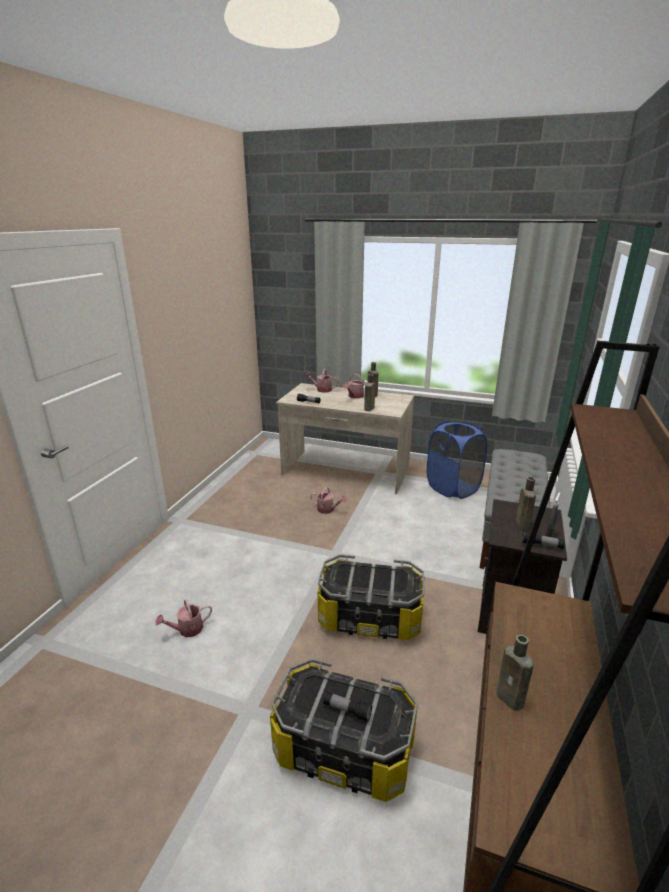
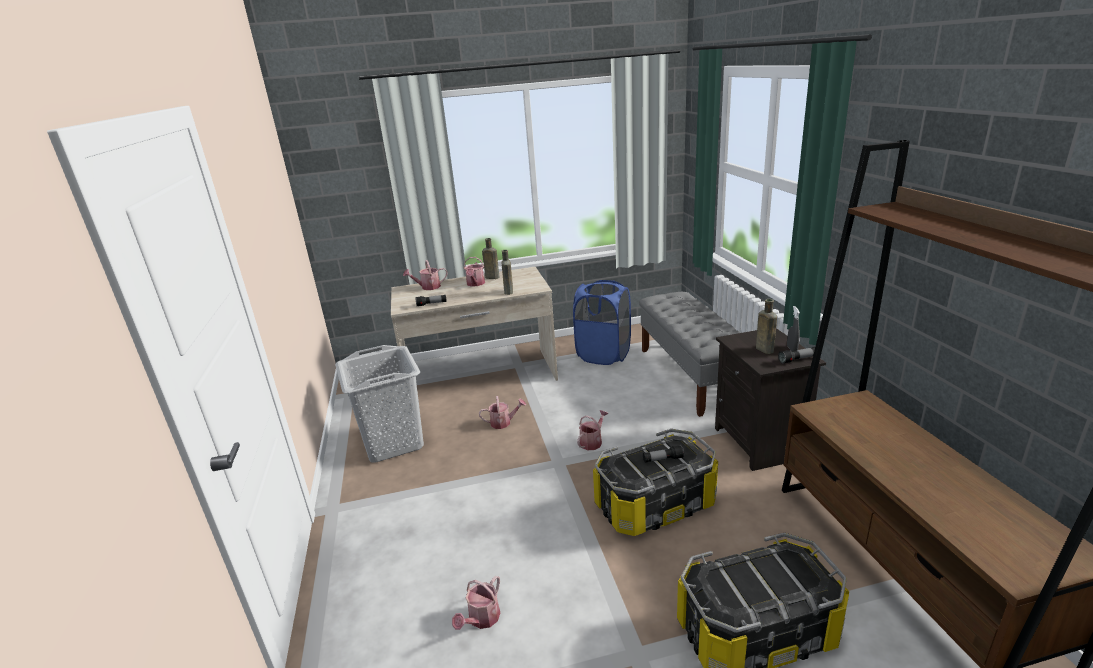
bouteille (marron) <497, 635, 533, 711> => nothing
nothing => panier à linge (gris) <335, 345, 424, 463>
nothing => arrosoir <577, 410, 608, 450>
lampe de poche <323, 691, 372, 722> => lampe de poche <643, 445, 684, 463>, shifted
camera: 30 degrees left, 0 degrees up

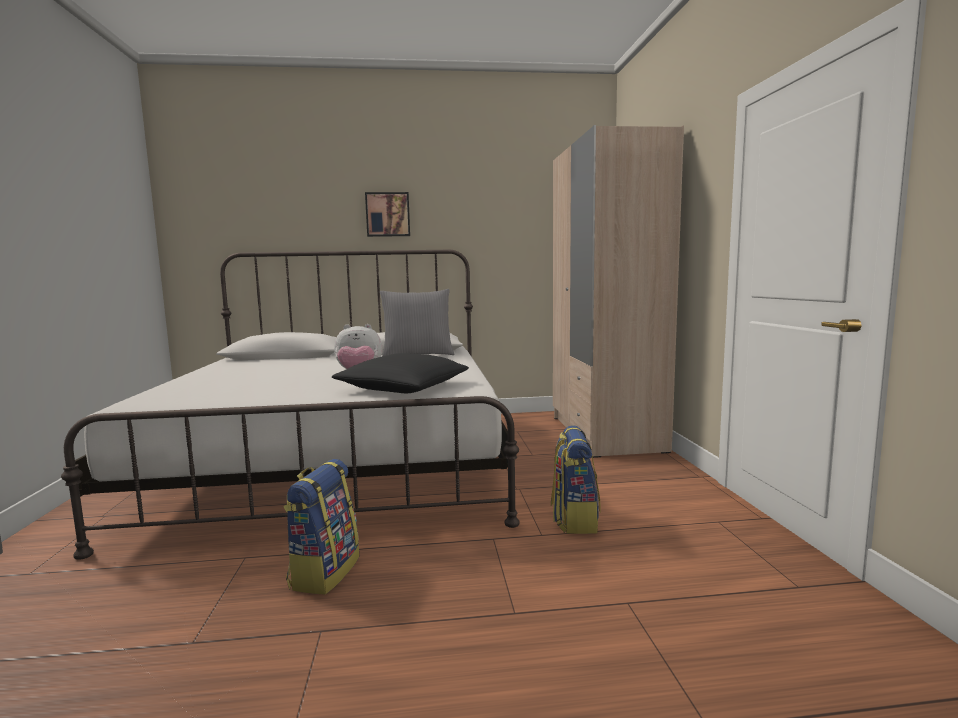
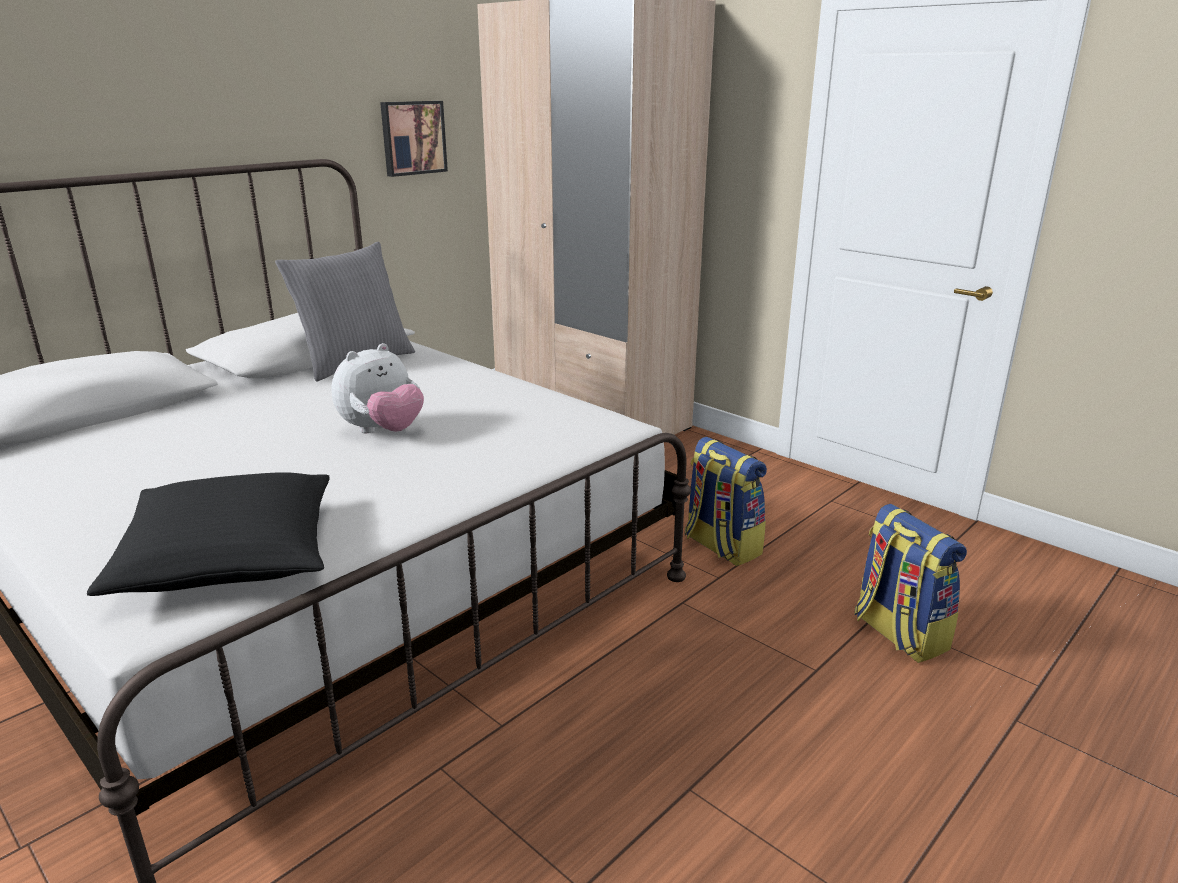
sac à dos <284, 459, 359, 595> => sac à dos <854, 504, 967, 663>, shifted
coussin (noir) <332, 353, 469, 393> => coussin (noir) <87, 472, 330, 596>, shifted
tableau <365, 192, 410, 237> => tableau <380, 101, 448, 177>, shifted
camera: 40 degrees left, 15 degrees up

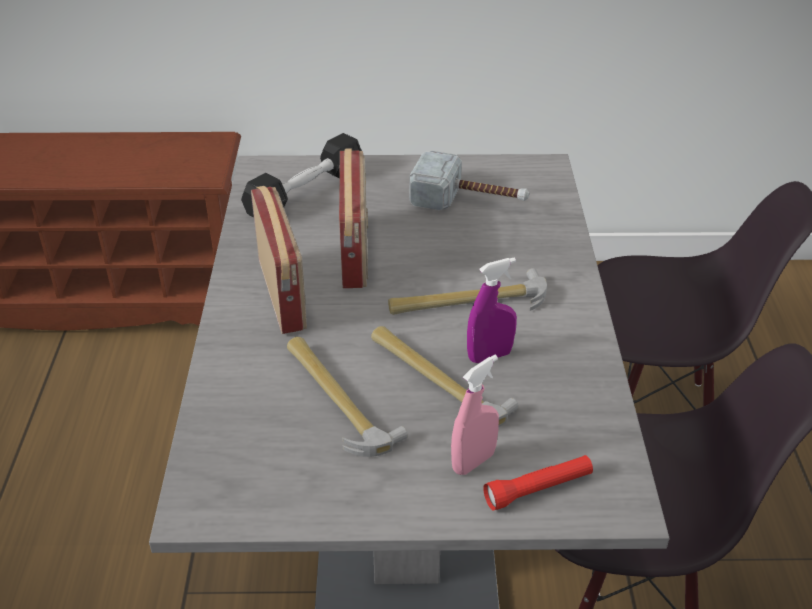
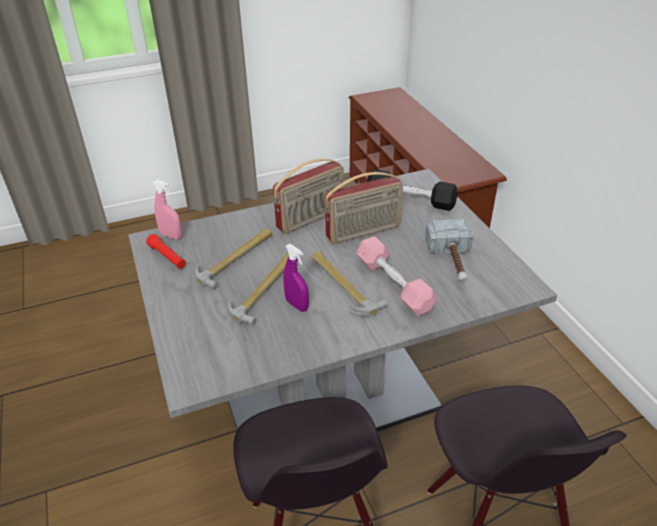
nothing => haltère (rose) <357, 236, 437, 316>
vaporisateur (rose) <451, 355, 499, 475> => vaporisateur (rose) <152, 179, 182, 239>, shifted
lampe de poche (rouge) <483, 455, 593, 511> => lampe de poche (rouge) <146, 234, 186, 269>, shifted
camera: 70 degrees right, 0 degrees up

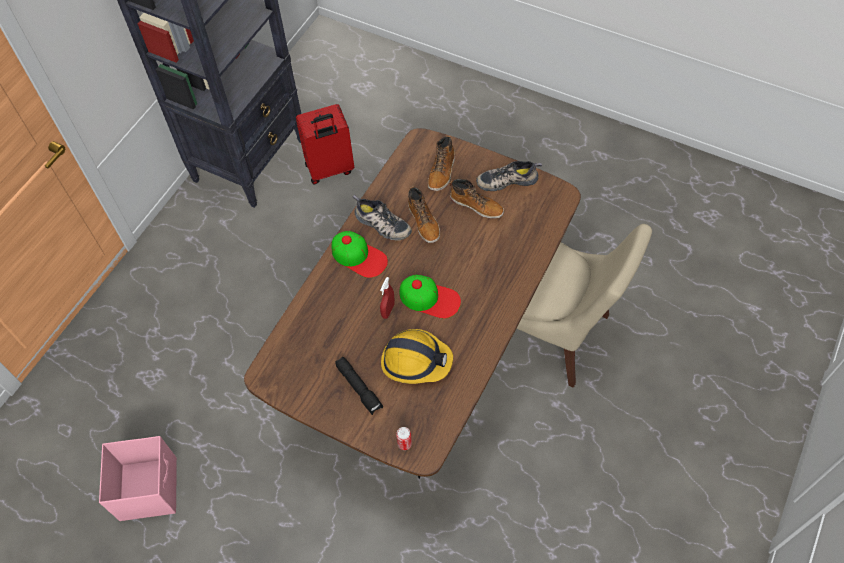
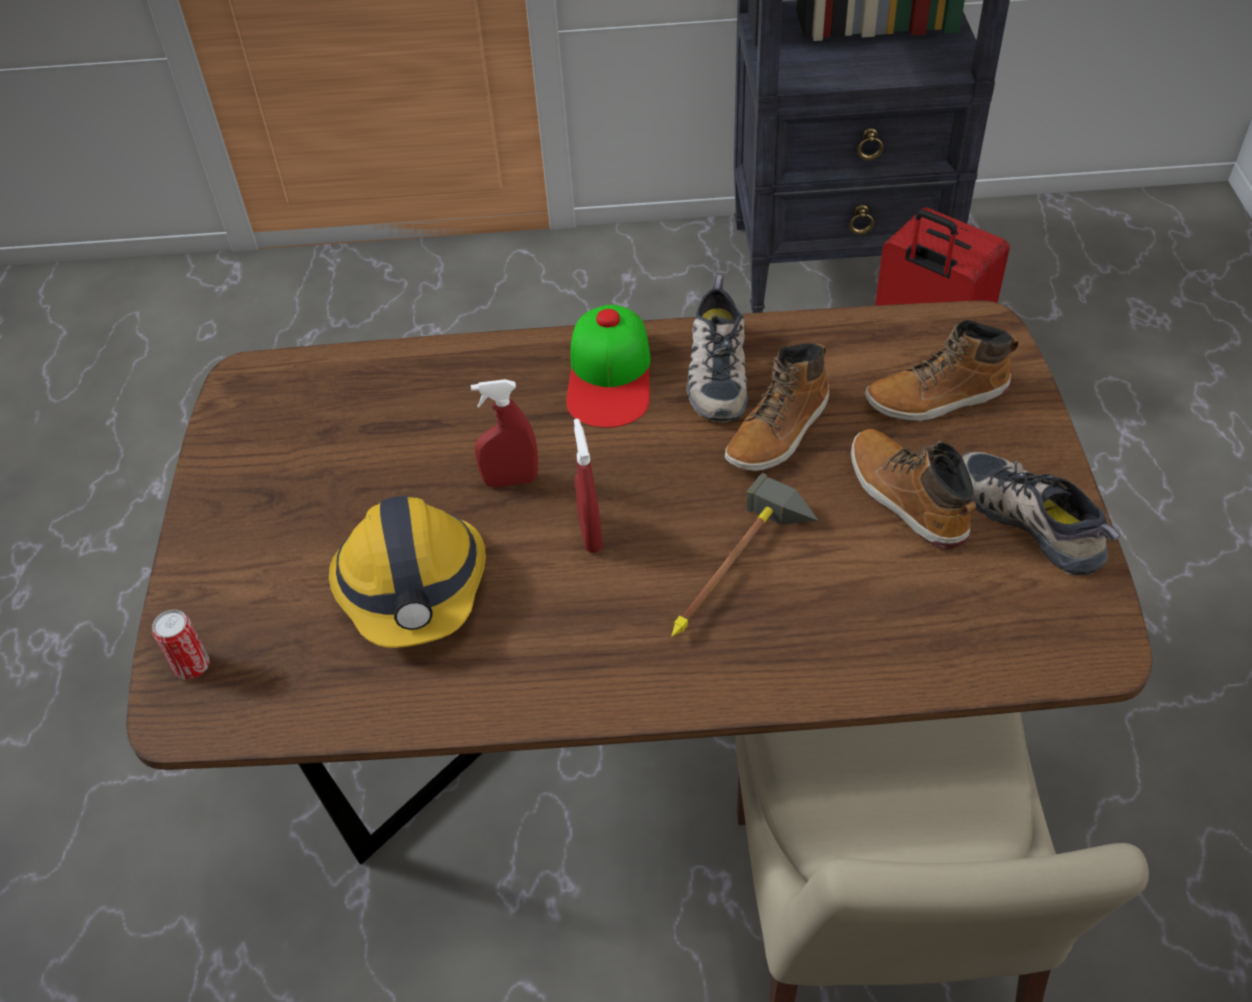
boîte de rangement (rose) <99, 436, 177, 521> => nothing
lampe de poche (noir) <335, 357, 383, 415> => nothing
nothing => marteau <671, 473, 819, 637>
casquette <399, 275, 461, 318> => vaporisateur (rouge) <574, 418, 603, 553>
botte <449, 179, 504, 219> => botte <851, 429, 976, 549>, 150 degrees clockwise
camera: 60 degrees right, 10 degrees down

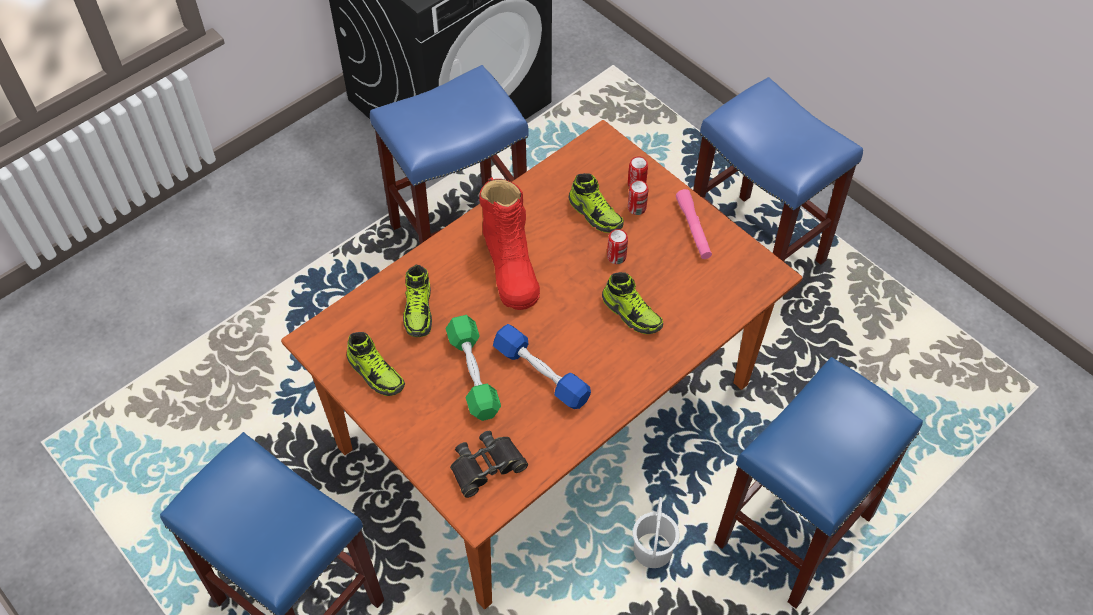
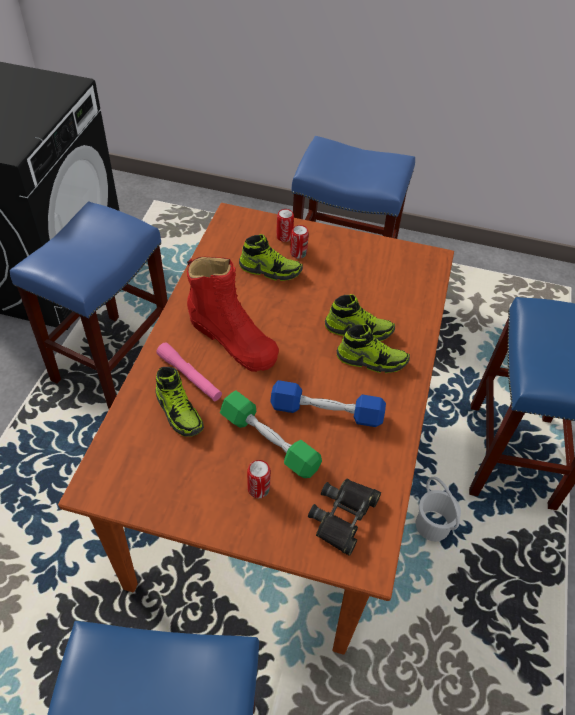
chaussure <346, 332, 405, 396> => chaussure <337, 324, 410, 373>, shifted
boîte métallique <607, 229, 628, 264> => boîte métallique <247, 460, 271, 498>, shifted
lampe de poche (rose) <676, 189, 712, 259> => lampe de poche (rose) <156, 342, 222, 401>, shifted
camera: 35 degrees left, 5 degrees down

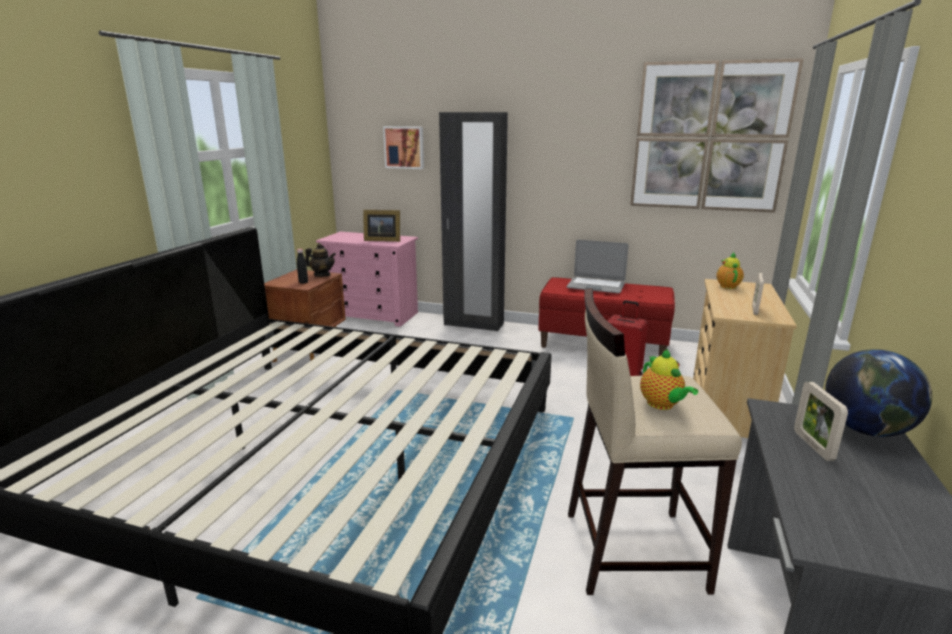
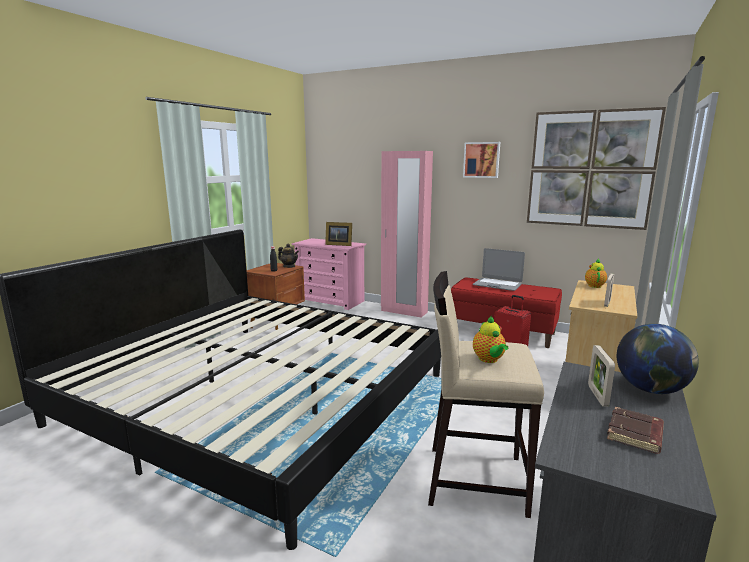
nothing => livre (marron) <607, 407, 664, 454>
tableau <383, 126, 424, 169> => tableau <463, 142, 500, 178>, shifted
armoire (noir) <439, 112, 508, 331> => armoire (rose) <381, 151, 433, 318>
camera: 10 degrees right, 5 degrees down

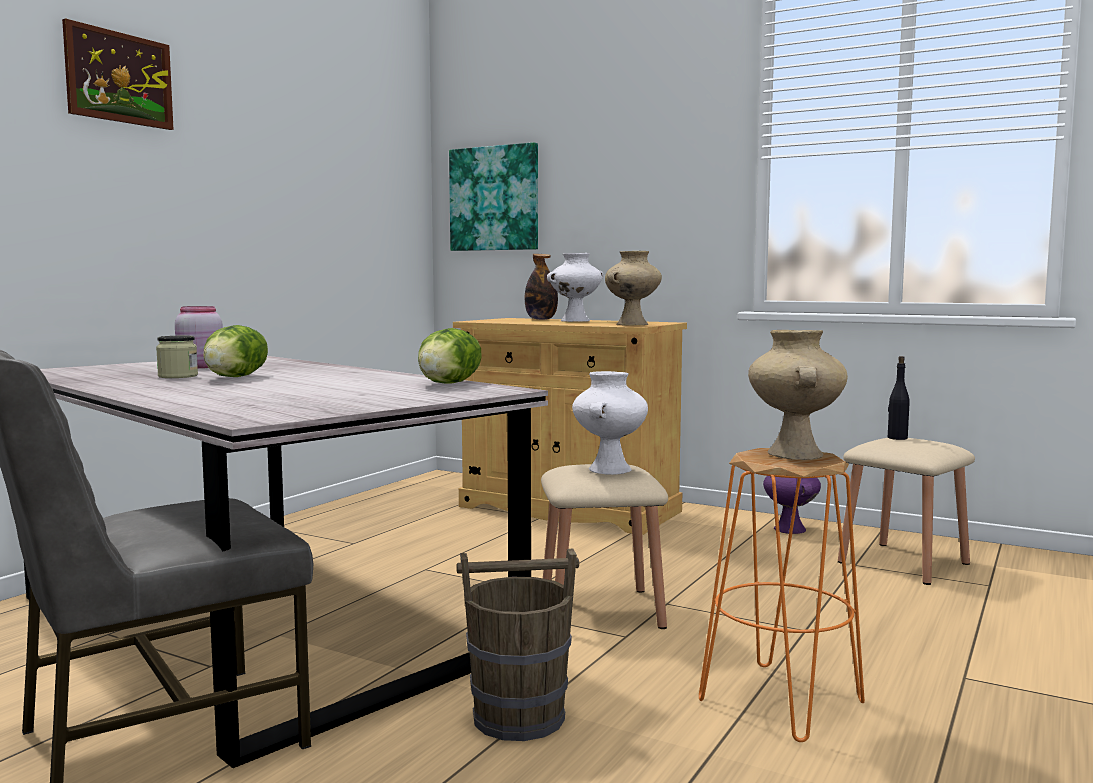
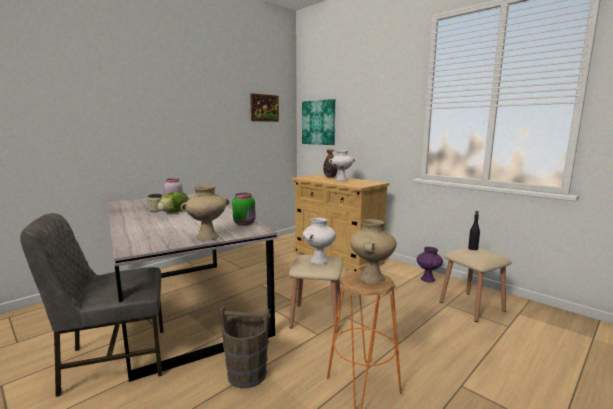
tableau <62, 18, 174, 130> => tableau <250, 93, 279, 122>, shifted
vase (beige) <605, 251, 662, 326> => vase (beige) <181, 185, 229, 240>, shifted
laitue <418, 328, 482, 384> => bocal (vert) <232, 193, 256, 226>
camera: 15 degrees right, 5 degrees up

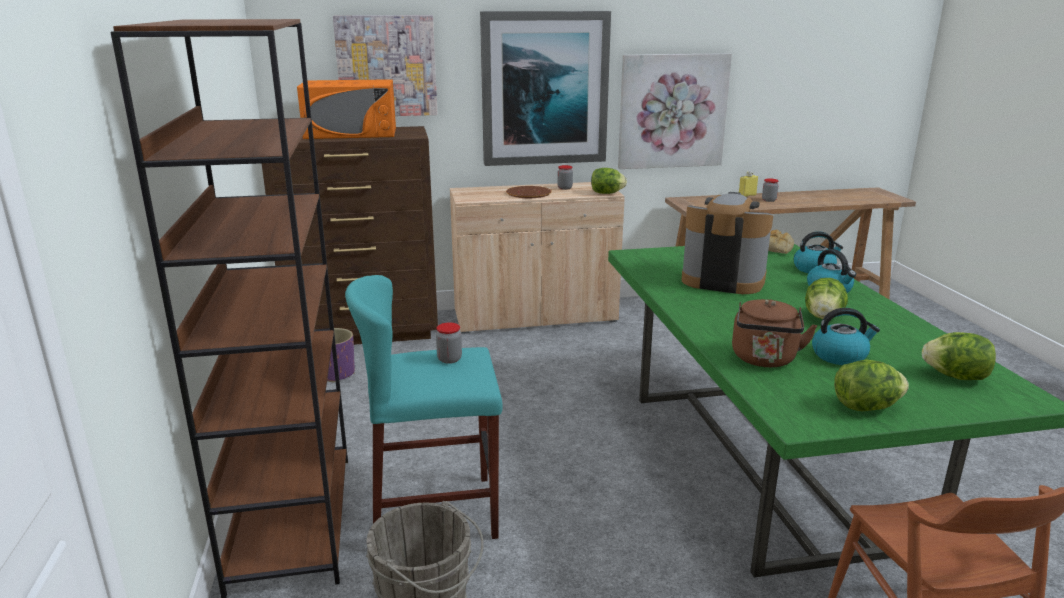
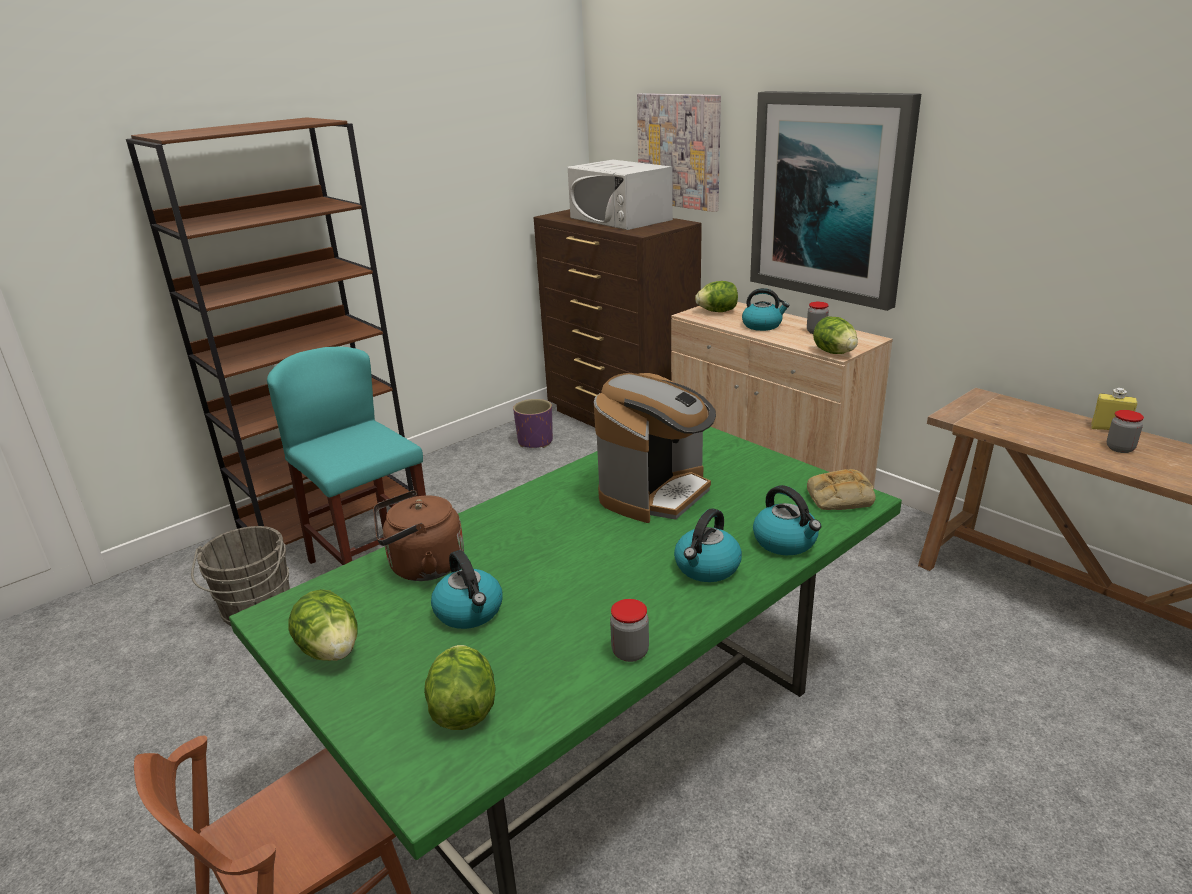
tableau <618, 53, 732, 169> => nothing
bocal <436, 322, 462, 364> => bocal <610, 599, 649, 662>, shifted
laitue <805, 278, 848, 319> => laitue <695, 281, 738, 312>, shifted
assiette (marron) <506, 186, 552, 198> => bouilloire <742, 288, 789, 331>
micro-ondes (orange) <297, 79, 396, 139> => micro-ondes (blanc) <568, 160, 673, 230>
machine à café <682, 192, 773, 294> => machine à café <594, 373, 716, 523>, 45 degrees clockwise
camera: 60 degrees right, 5 degrees up

